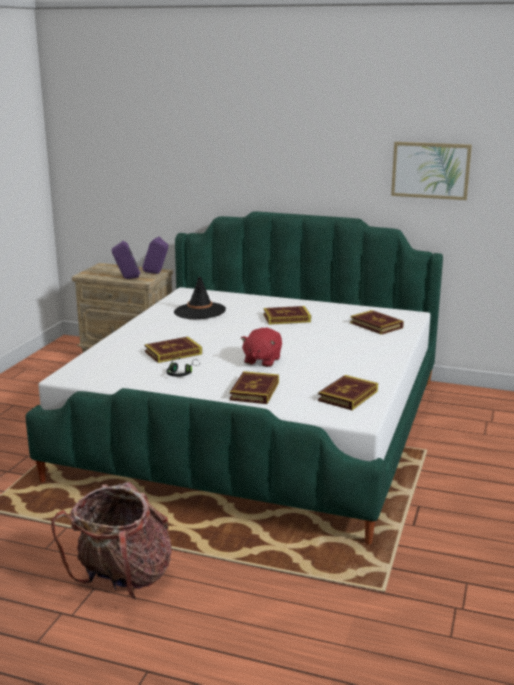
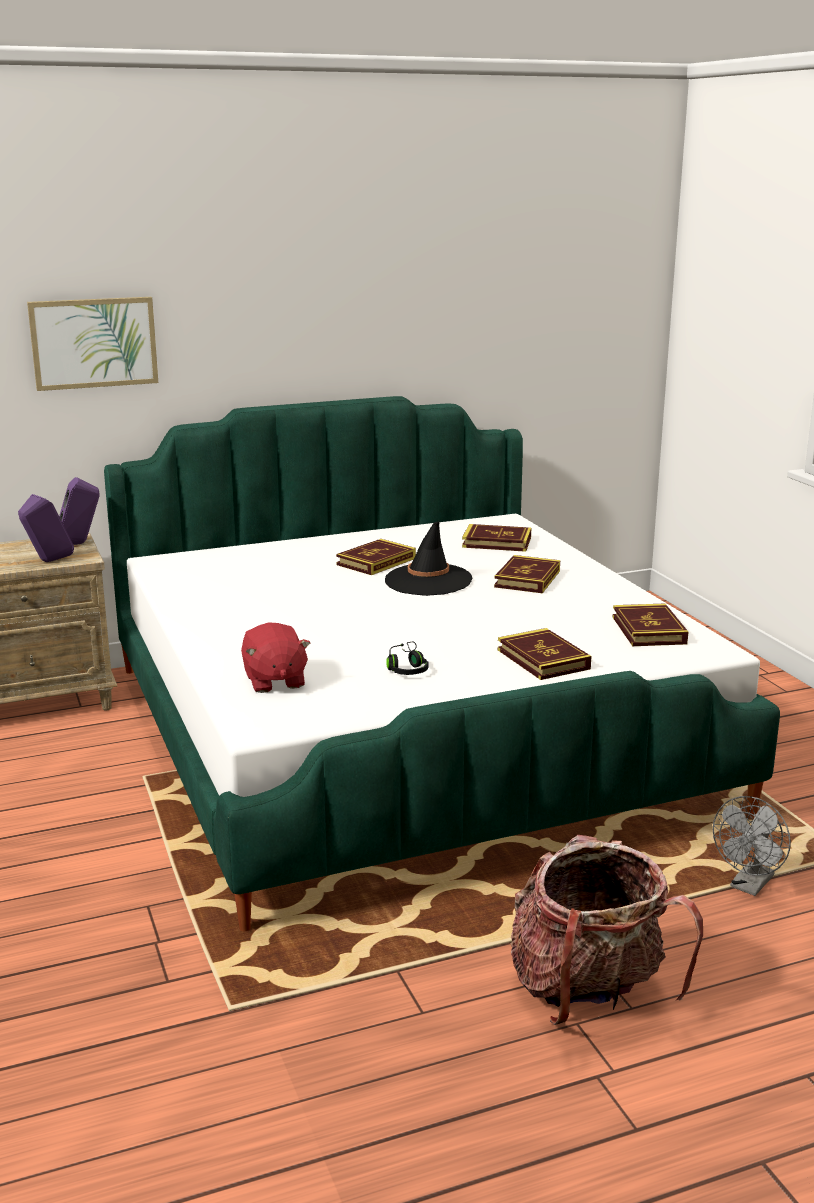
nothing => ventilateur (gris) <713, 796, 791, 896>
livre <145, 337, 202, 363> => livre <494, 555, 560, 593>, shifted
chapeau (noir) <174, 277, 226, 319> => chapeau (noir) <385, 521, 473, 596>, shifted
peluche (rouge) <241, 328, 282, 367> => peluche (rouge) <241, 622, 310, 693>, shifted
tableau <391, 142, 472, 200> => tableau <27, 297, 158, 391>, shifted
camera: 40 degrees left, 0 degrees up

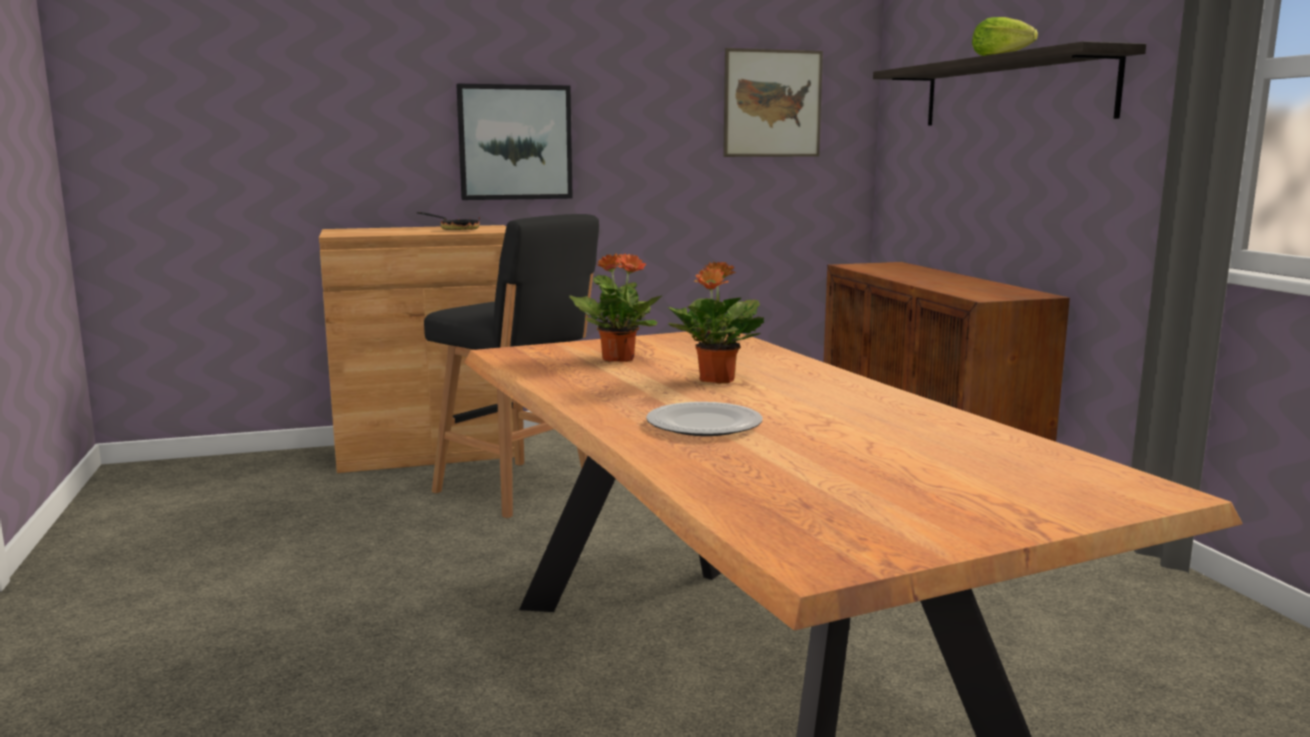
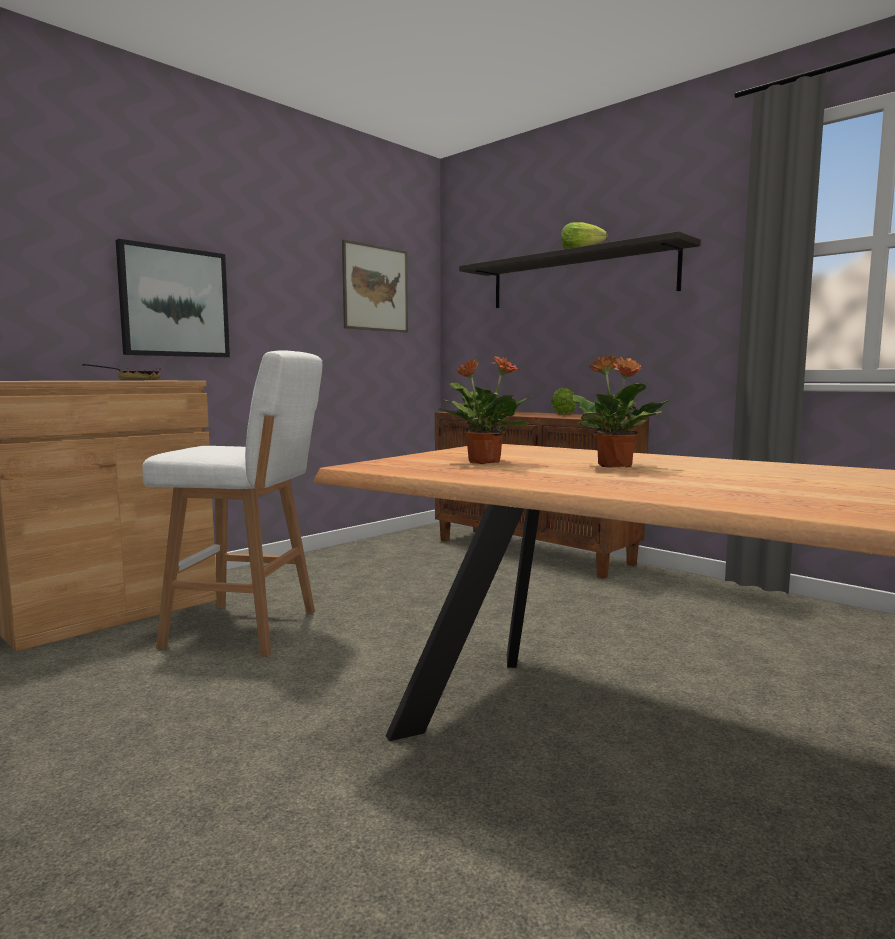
assiette <646, 402, 763, 436> => nothing
nothing => laitue <551, 388, 576, 415>
tabouret (noir) <424, 214, 599, 518> => tabouret (blanc) <142, 350, 322, 657>
camera: 30 degrees left, 5 degrees down

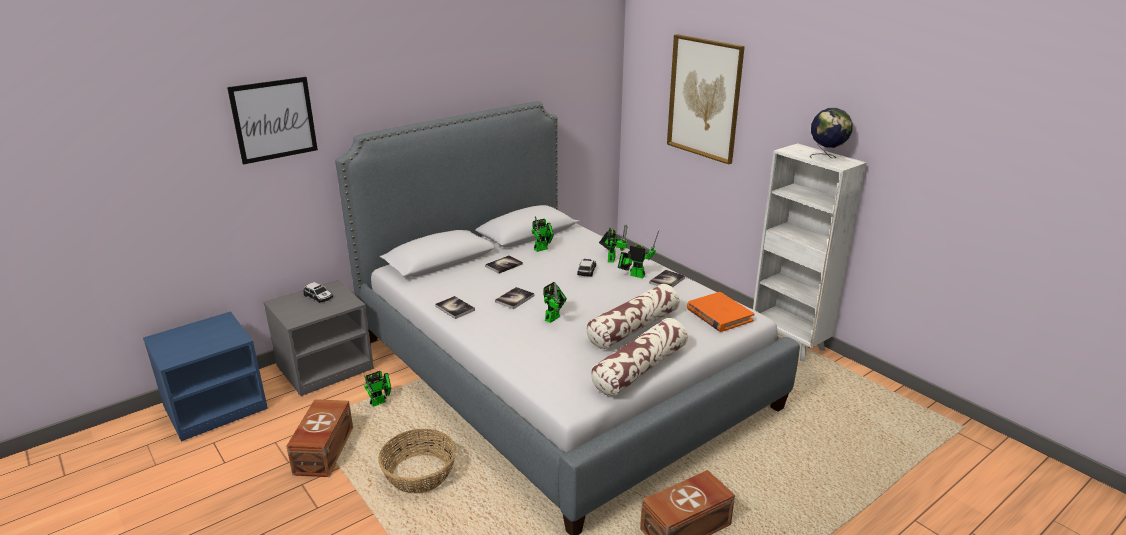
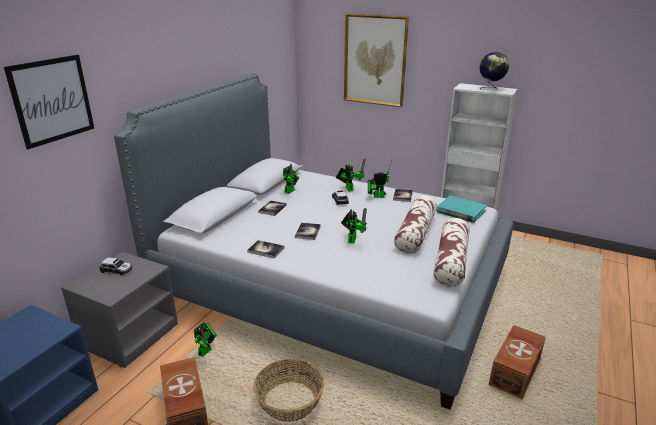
livre (orange) <687, 292, 755, 332> => livre (turquoise) <437, 196, 487, 223>
camera: 25 degrees left, 0 degrees up

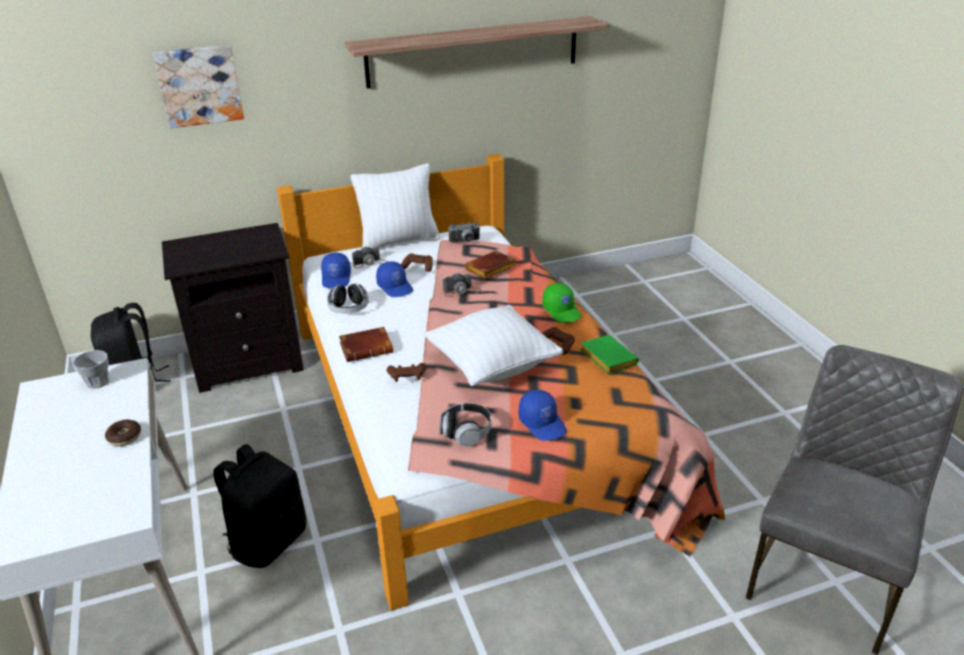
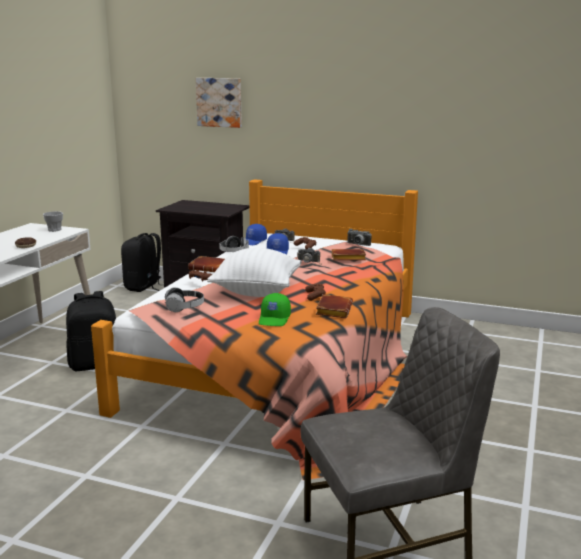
étagère <344, 16, 609, 88> => nothing
coussin (blanc) <351, 163, 440, 248> => nothing
casquette (bleu) <518, 390, 567, 441> => nothing
casquette (vert) <542, 283, 581, 323> => casquette (vert) <259, 293, 291, 326>, shifted
livre (vert) <580, 335, 639, 374> => livre (marron) <316, 294, 353, 318>
camera: 40 degrees right, 15 degrees down

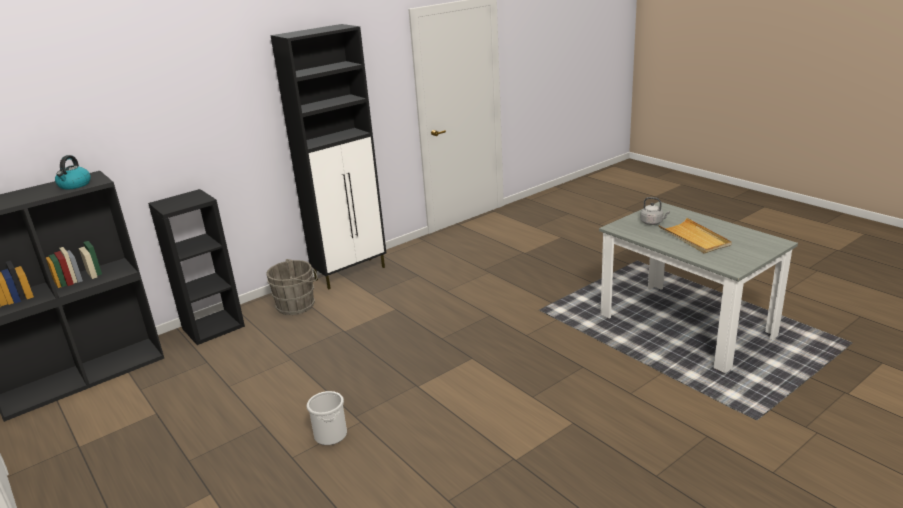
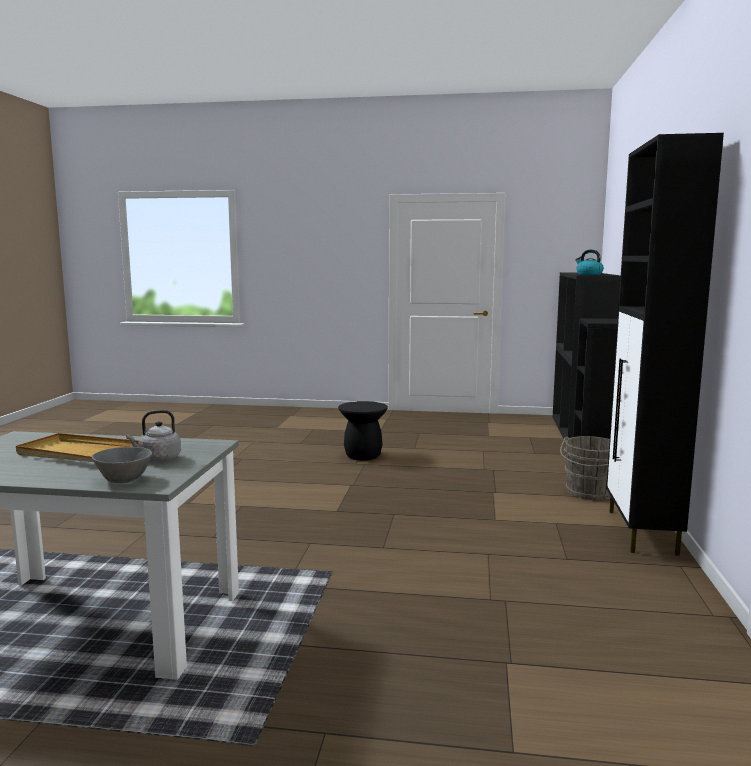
nothing => bol (gris) <92, 447, 152, 483>
seau <307, 391, 347, 445> => tabouret (noir) <338, 401, 388, 460>
camera: 135 degrees right, 15 degrees down

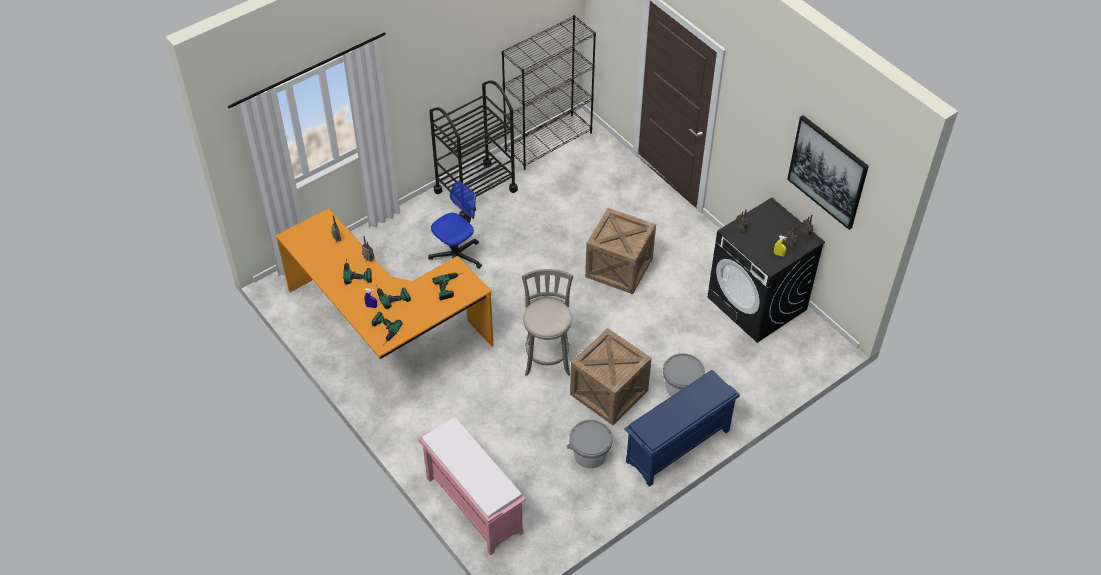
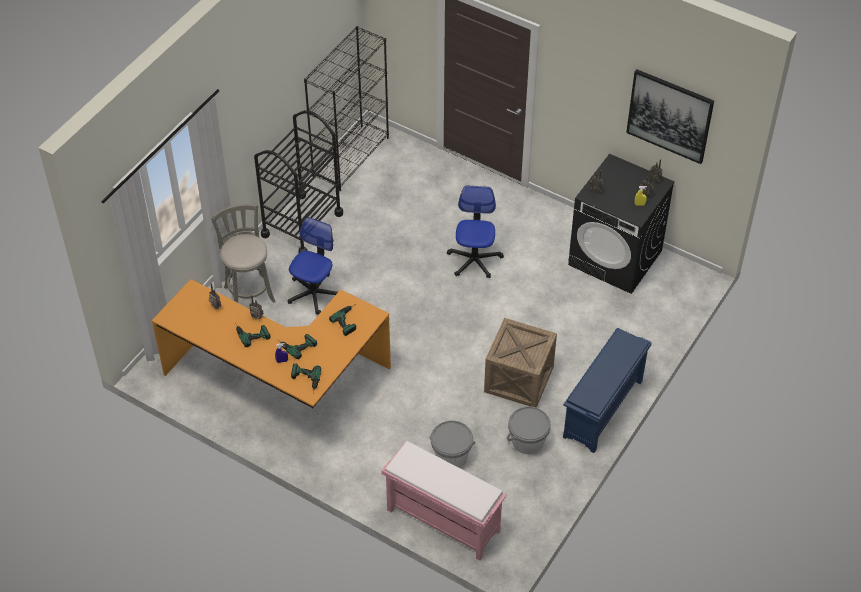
tabouret (gris) <522, 269, 573, 376> => tabouret (gris) <211, 204, 276, 303>, shifted
seau (gris) <663, 353, 705, 396> => seau (gris) <430, 420, 475, 468>, shifted
caisse <585, 208, 656, 294> => chaise de bureau <447, 185, 504, 278>
camera: 20 degrees left, 0 degrees up

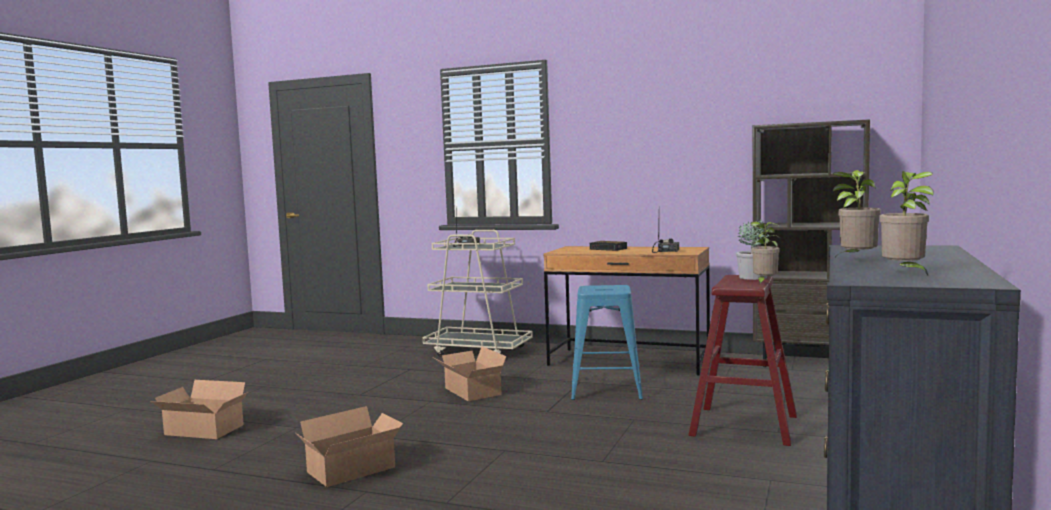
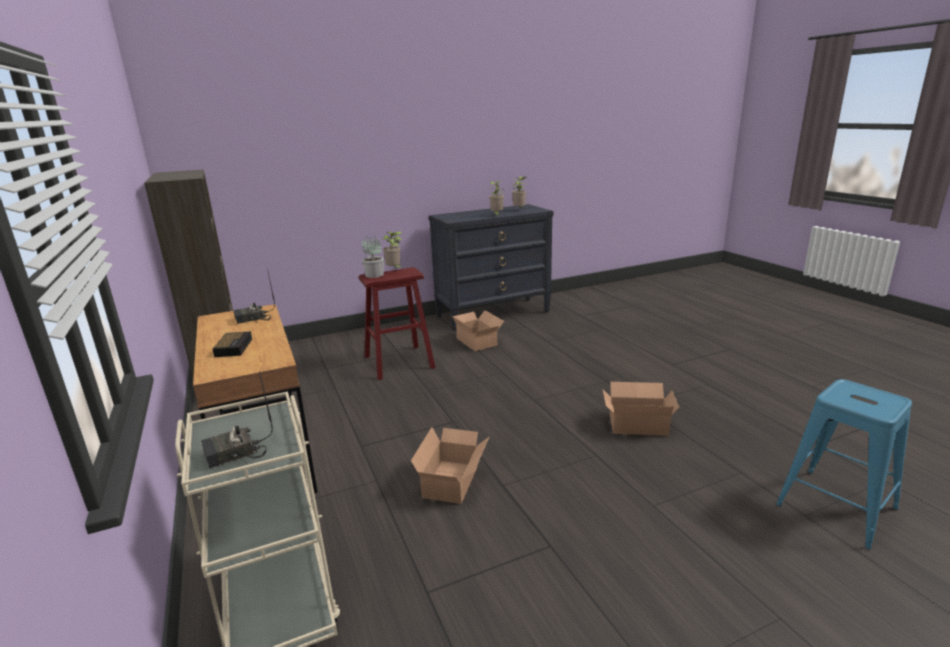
carton <150, 380, 248, 439> => carton <451, 310, 504, 351>, shifted
tabouret (bleu) <571, 285, 643, 400> => tabouret (bleu) <776, 379, 912, 550>, shifted
camera: 135 degrees left, 15 degrees up

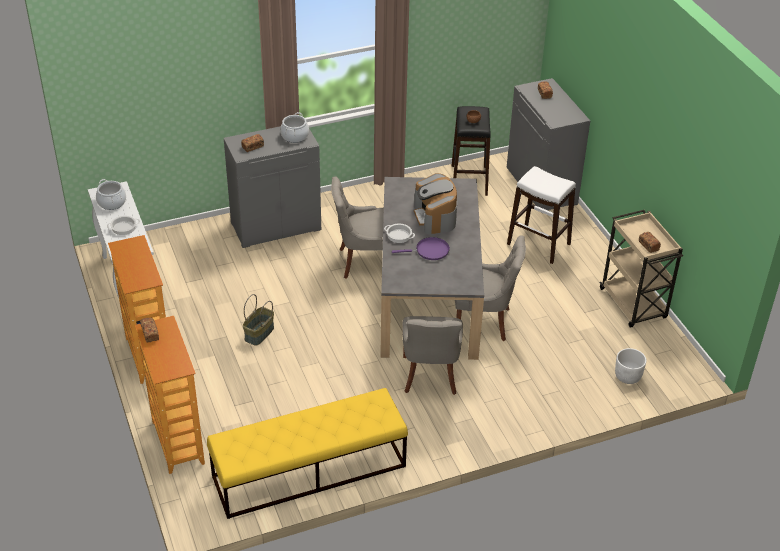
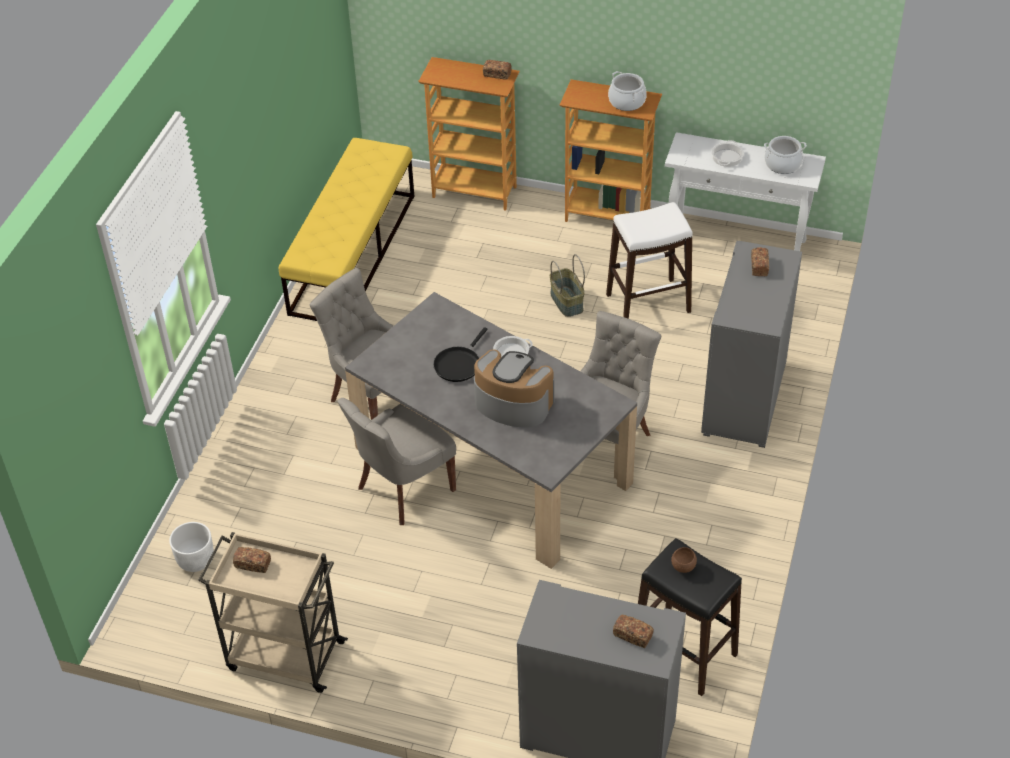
marmite <280, 112, 309, 143> => marmite <608, 71, 647, 111>, shifted
tabouret (blanc) <507, 166, 576, 264> => tabouret (blanc) <606, 202, 693, 319>, shifted
poêle (violet) <392, 237, 450, 260> => poêle (noir) <433, 327, 488, 382>
camera: 130 degrees right, 5 degrees up

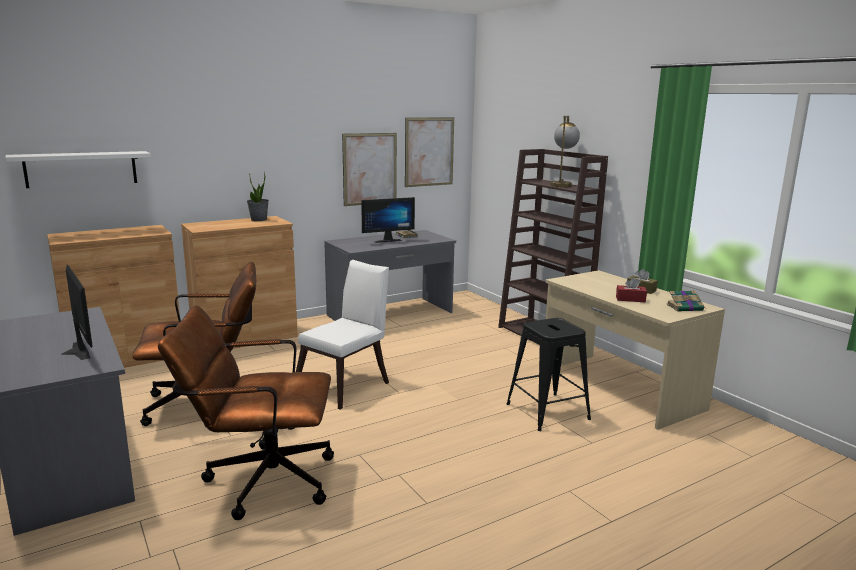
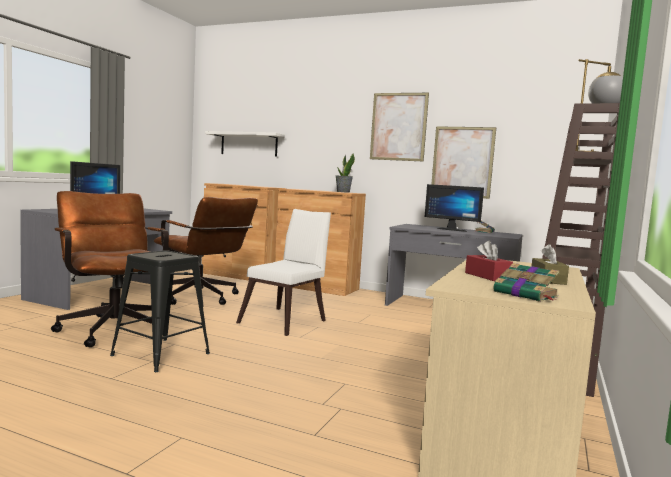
tableau <405, 118, 454, 187> => tableau <370, 93, 429, 162>, shifted
tabouret (noir) <507, 318, 591, 431> => tabouret (noir) <110, 250, 210, 372>, shifted
chaise (blanc) <296, 260, 389, 409> => chaise (blanc) <236, 209, 331, 336>, 60 degrees counterclockwise
camera: 55 degrees right, 10 degrees down

